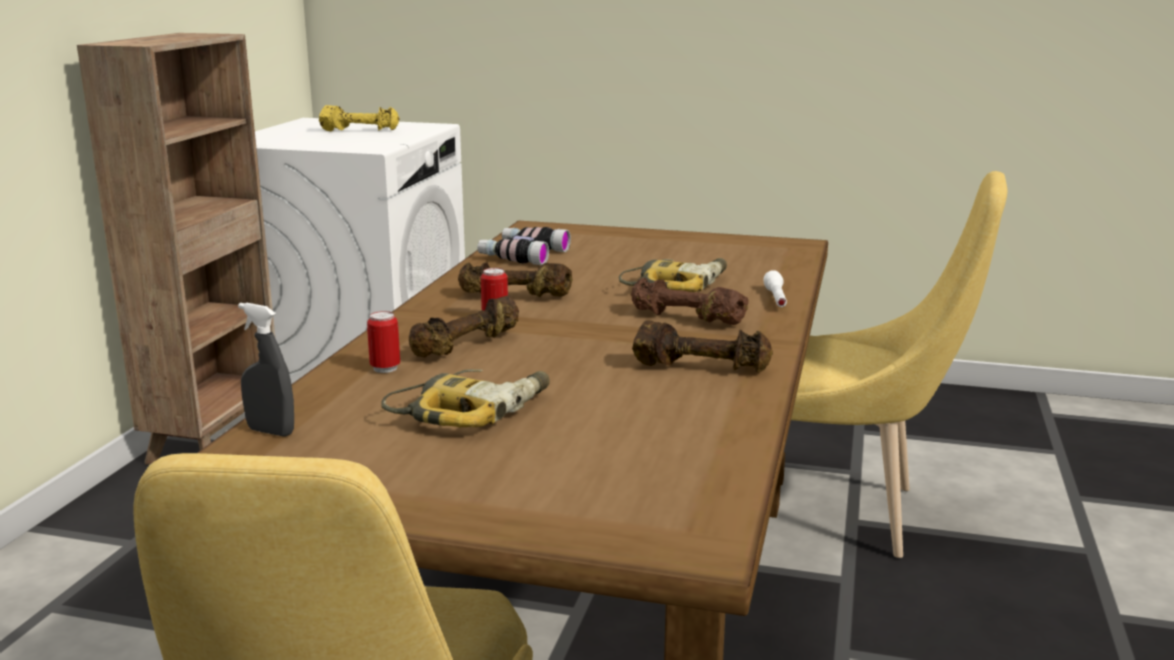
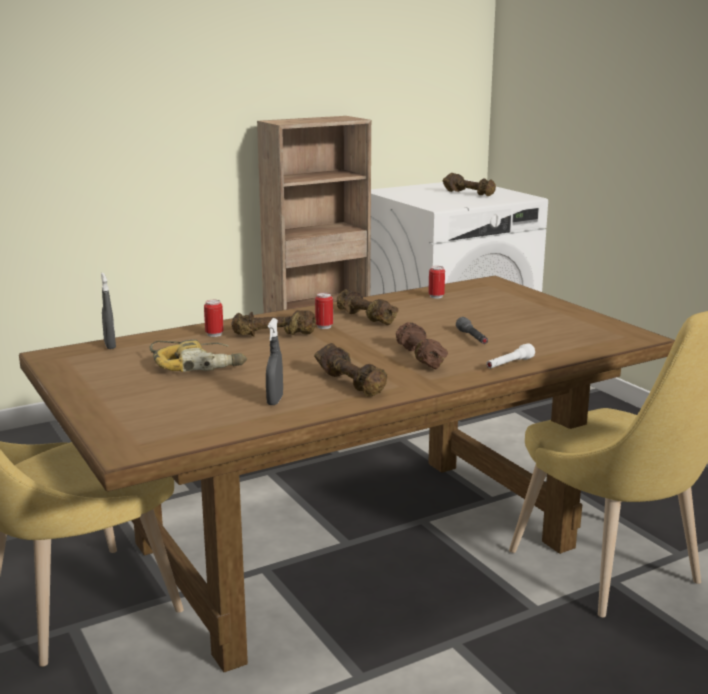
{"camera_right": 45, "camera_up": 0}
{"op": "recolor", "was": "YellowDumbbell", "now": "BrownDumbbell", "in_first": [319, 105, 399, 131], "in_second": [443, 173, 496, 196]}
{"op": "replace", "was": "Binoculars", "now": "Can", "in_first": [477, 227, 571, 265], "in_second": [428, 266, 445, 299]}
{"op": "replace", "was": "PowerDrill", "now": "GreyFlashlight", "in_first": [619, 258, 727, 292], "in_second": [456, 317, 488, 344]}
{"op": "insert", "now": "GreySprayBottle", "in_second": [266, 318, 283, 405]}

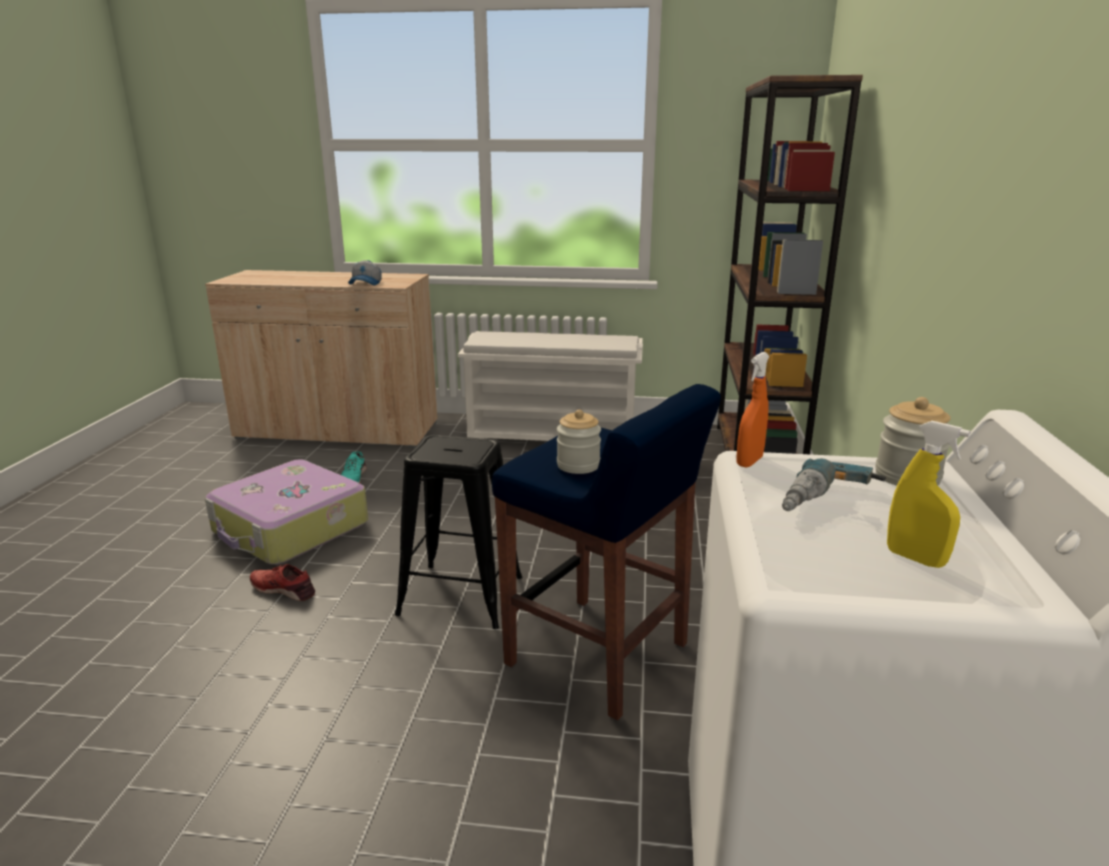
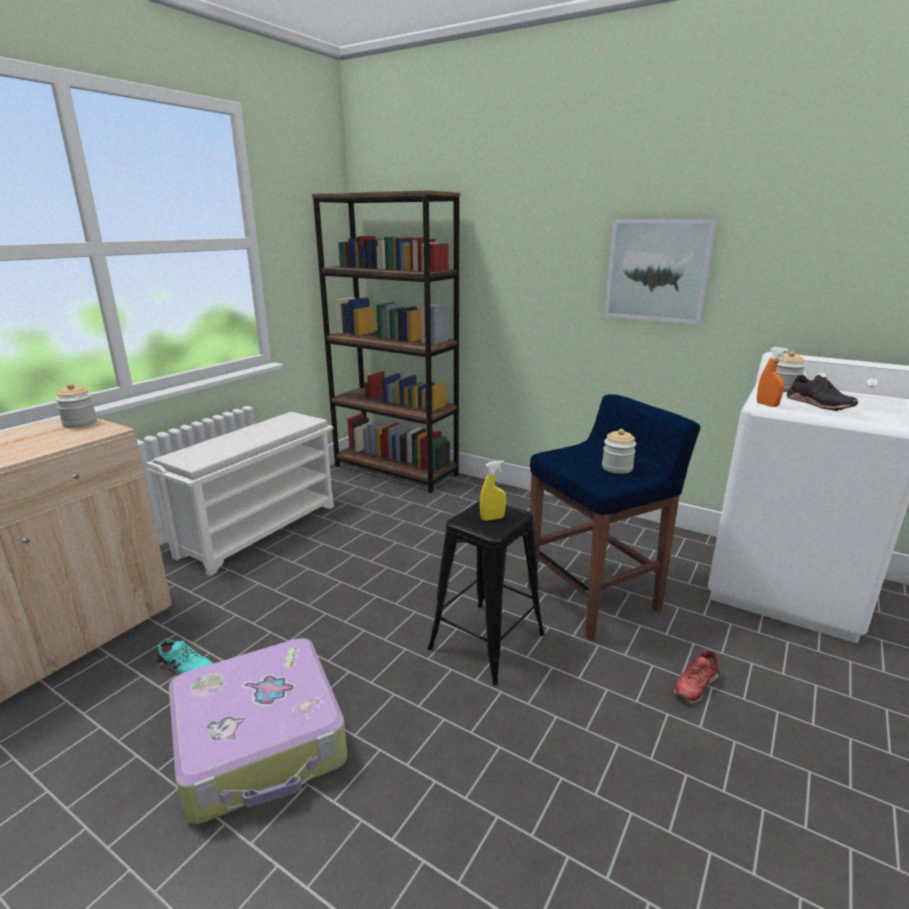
{"camera_right": -65, "camera_up": 0}
{"op": "move", "was": "RedShoe", "in_first": [250, 564, 315, 601], "in_second": [674, 650, 719, 703]}
{"op": "delete", "was": "Cap", "in_first": [348, 260, 382, 286]}
{"op": "replace", "was": "PowerDrill", "now": "BlackShoe", "in_first": [782, 458, 886, 511], "in_second": [787, 375, 858, 411]}
{"op": "move", "was": "YellowSprayBottle", "in_first": [887, 421, 971, 568], "in_second": [480, 460, 506, 521]}
{"op": "insert", "now": "Jar", "in_second": [55, 383, 97, 428]}
{"op": "insert", "now": "Picture", "in_second": [604, 219, 717, 325]}

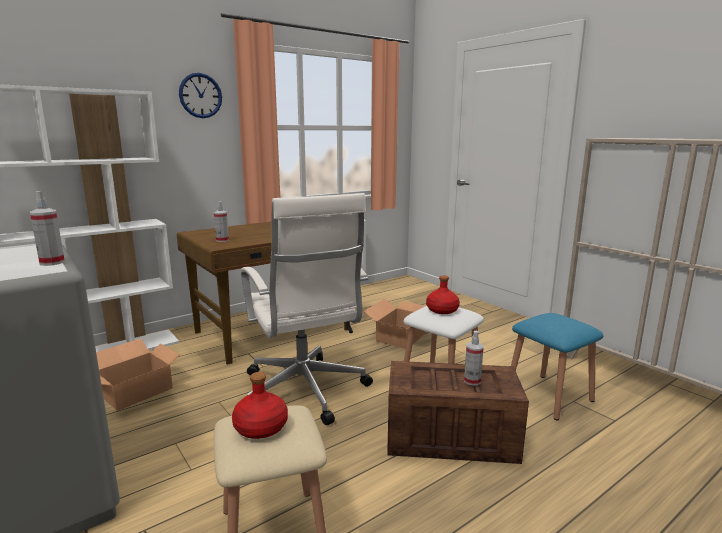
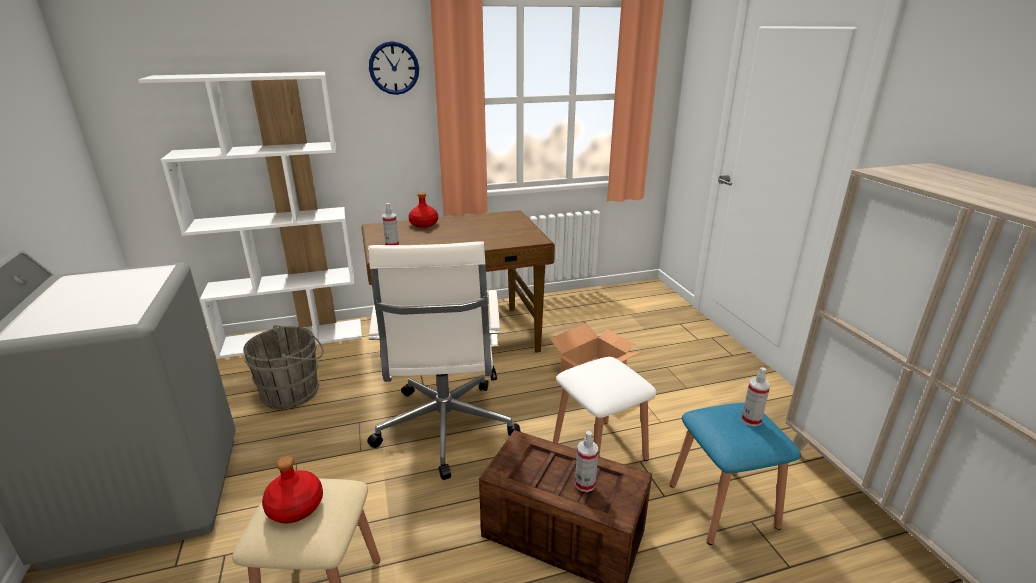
{"camera_right": 20, "camera_up": 10}
{"op": "move", "was": "SprayBottle", "in_first": [30, 191, 65, 266], "in_second": [741, 367, 770, 426]}
{"op": "replace", "was": "CardboardBox", "now": "GreyBucket", "in_first": [96, 338, 179, 411], "in_second": [243, 325, 324, 409]}
{"op": "move", "was": "RedBottle", "in_first": [426, 275, 460, 314], "in_second": [408, 193, 438, 228]}

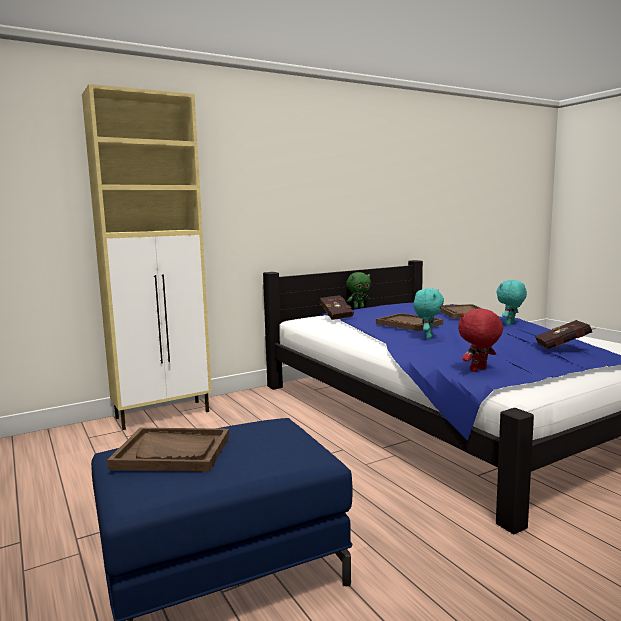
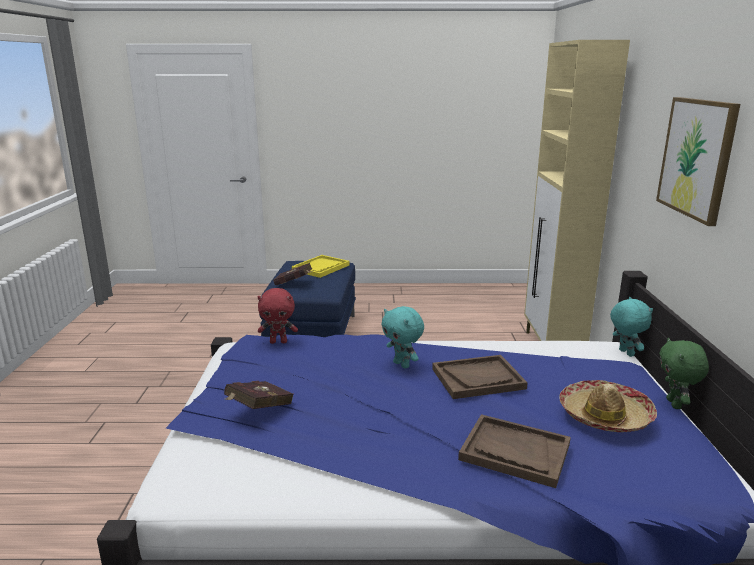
{"camera_right": 120, "camera_up": 10}
{"op": "recolor", "was": "BrownTray", "now": "YellowTray", "in_first": [107, 428, 229, 472], "in_second": [292, 255, 350, 278]}
{"op": "move", "was": "RedBook", "in_first": [320, 295, 354, 320], "in_second": [273, 263, 312, 285]}
{"op": "rotate", "was": "RedPlushToy", "in_first": [458, 308, 503, 372], "in_second": [258, 288, 298, 344], "clockwise": 90}
{"op": "move", "was": "TurquoisePlushToy", "in_first": [497, 280, 527, 325], "in_second": [610, 297, 653, 357]}
{"op": "insert", "now": "Hat", "in_second": [560, 380, 657, 432]}
{"op": "insert", "now": "Picture", "in_second": [656, 97, 740, 226]}

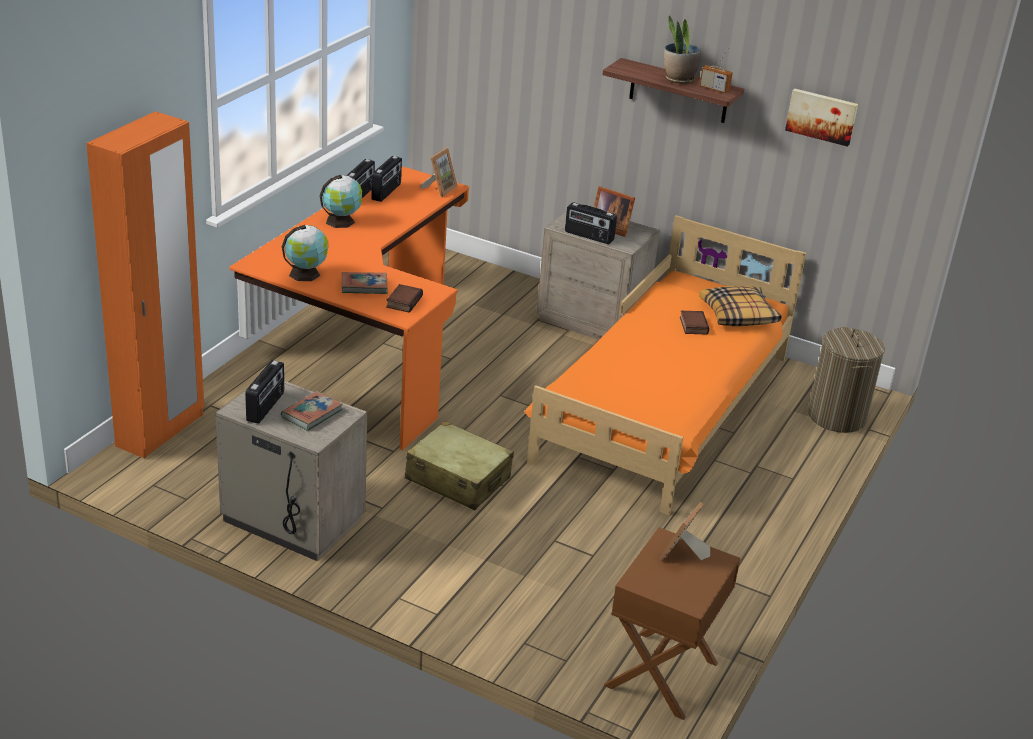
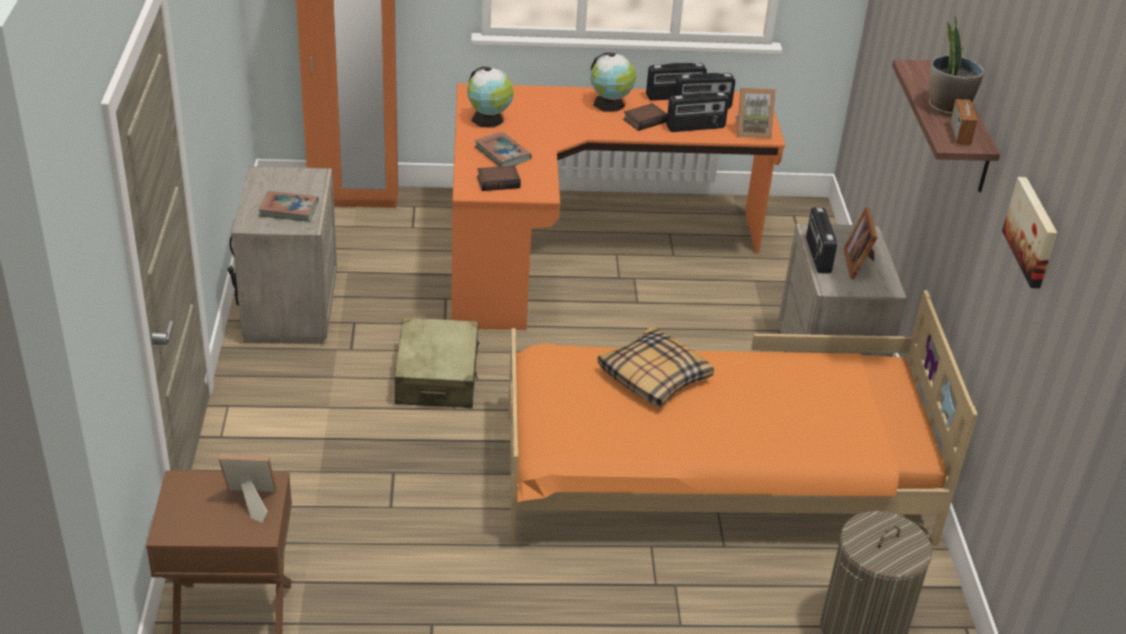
{"camera_right": 60, "camera_up": 5}
{"op": "move", "was": "Radio", "in_first": [245, 360, 284, 424], "in_second": [666, 92, 729, 132]}
{"op": "move", "was": "Book", "in_first": [680, 311, 709, 334], "in_second": [623, 103, 667, 131]}
{"op": "move", "was": "Pillow", "in_first": [699, 286, 782, 326], "in_second": [597, 327, 714, 407]}

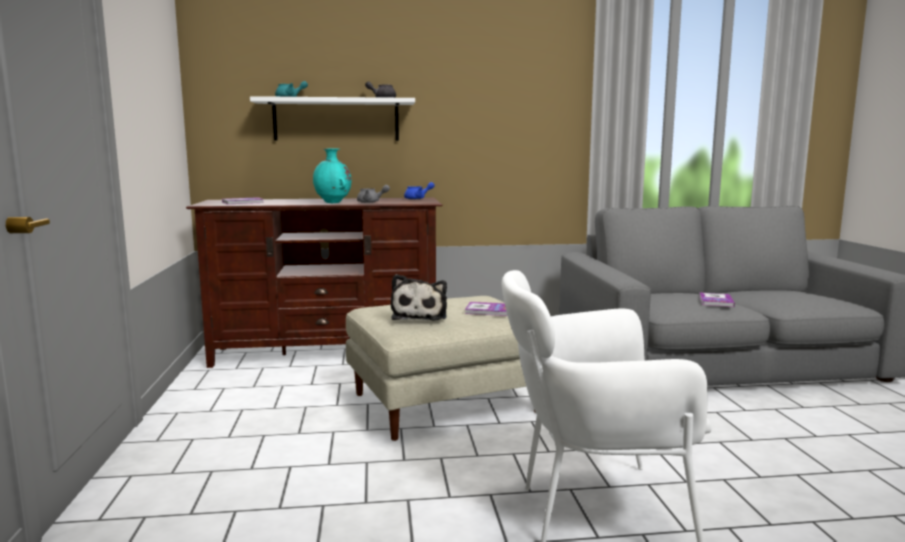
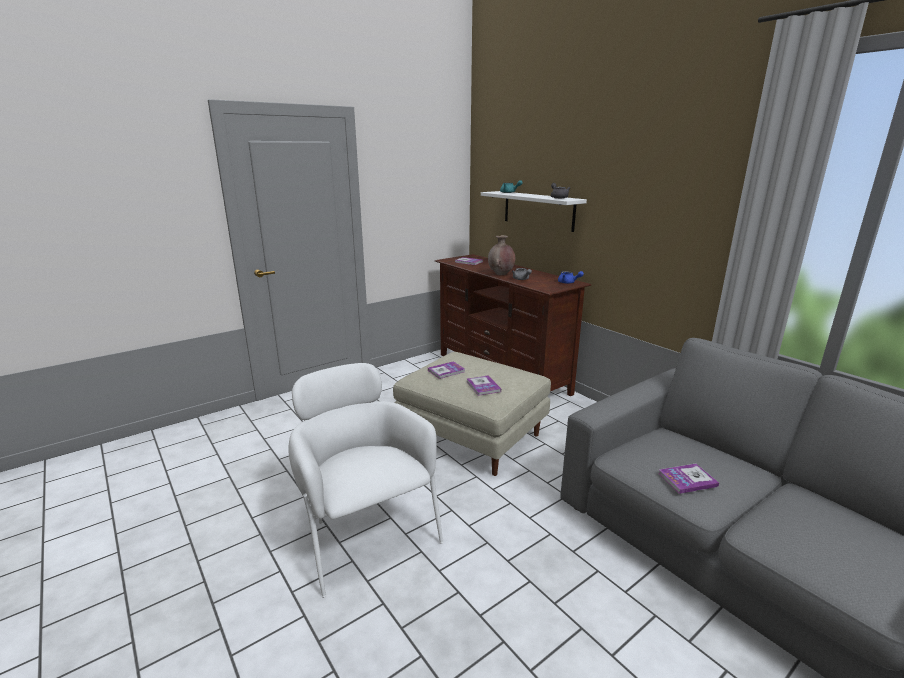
{"camera_right": 60, "camera_up": 10}
{"op": "recolor", "was": "TurquoiseVase", "now": "BrownVase", "in_first": [313, 148, 352, 203], "in_second": [488, 235, 515, 275]}
{"op": "replace", "was": "PlushToy", "now": "Book", "in_first": [391, 274, 447, 321], "in_second": [428, 361, 465, 379]}

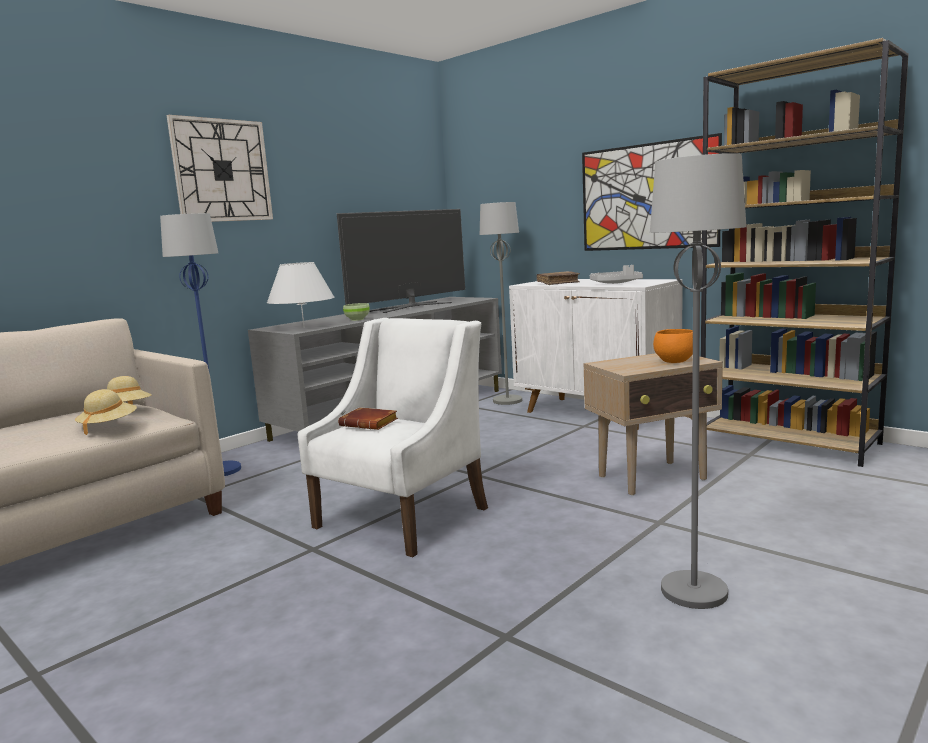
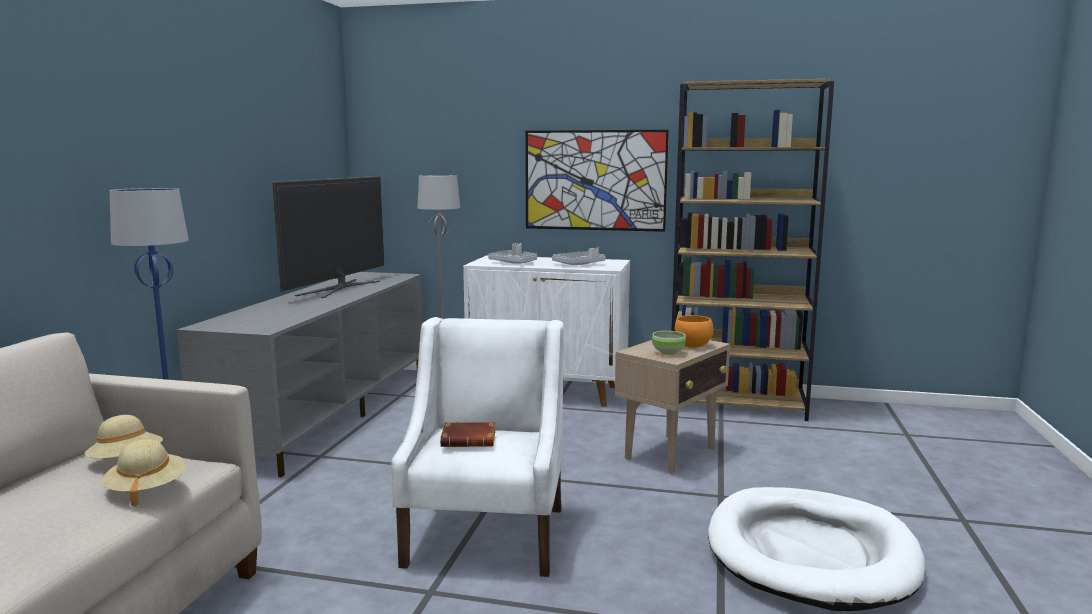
{"camera_right": -30, "camera_up": 0}
{"op": "delete", "was": "WallClock", "in_first": [166, 115, 273, 222]}
{"op": "delete", "was": "WhiteTableLamp", "in_first": [267, 262, 335, 328]}
{"op": "move", "was": "GreenBowl", "in_first": [343, 303, 370, 321], "in_second": [652, 331, 686, 356]}
{"op": "replace", "was": "BrownBook", "now": "GreyTray", "in_first": [536, 271, 580, 285], "in_second": [488, 243, 537, 264]}
{"op": "replace", "was": "GreyFloorLamp", "now": "WhiteDogBed", "in_first": [650, 153, 746, 609], "in_second": [708, 487, 925, 611]}

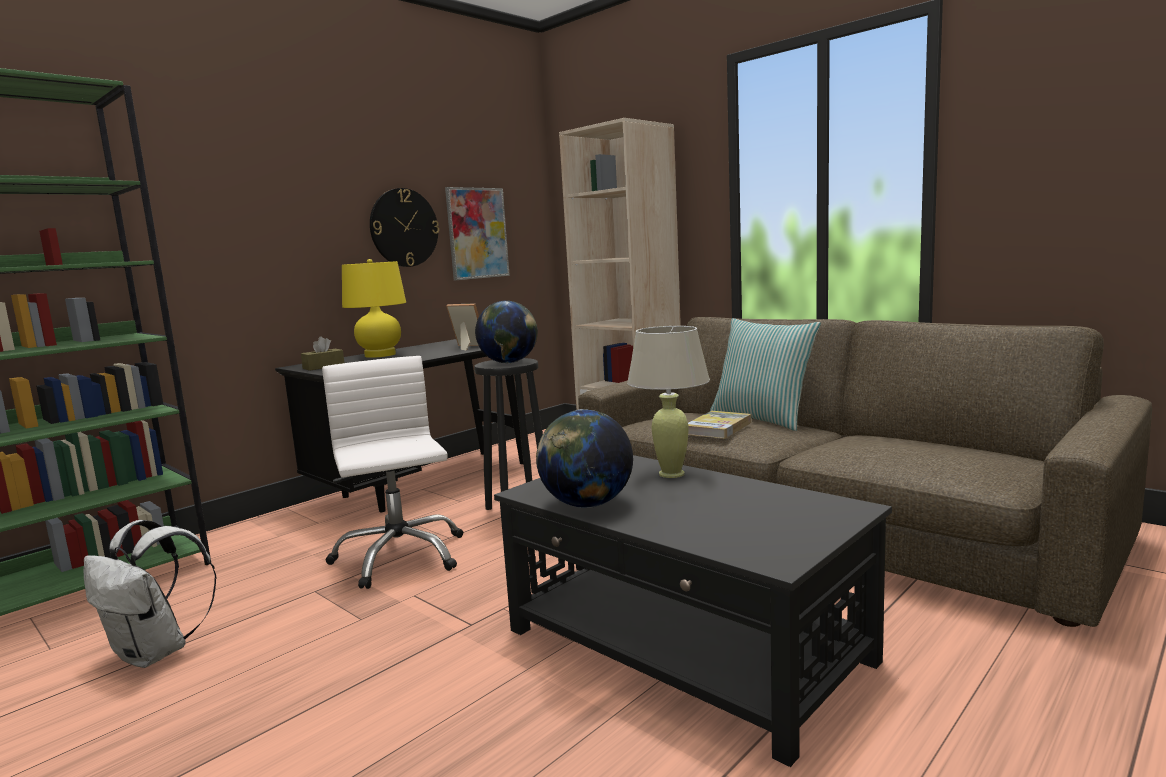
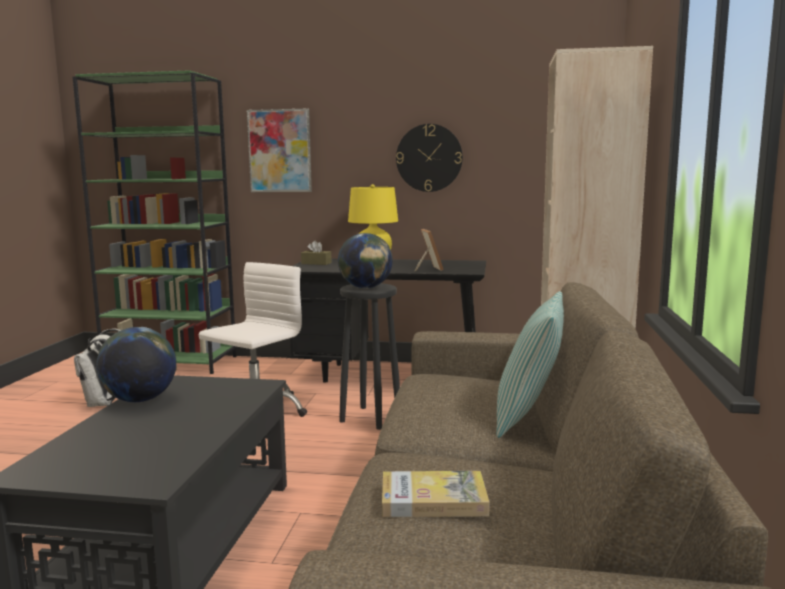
{"camera_right": 55, "camera_up": 0}
{"op": "move", "was": "Picture", "in_first": [445, 187, 510, 280], "in_second": [247, 109, 312, 192]}
{"op": "delete", "was": "BeigeTableLamp", "in_first": [627, 326, 710, 478]}
{"op": "move", "was": "Book", "in_first": [688, 411, 751, 439], "in_second": [382, 471, 490, 517]}

